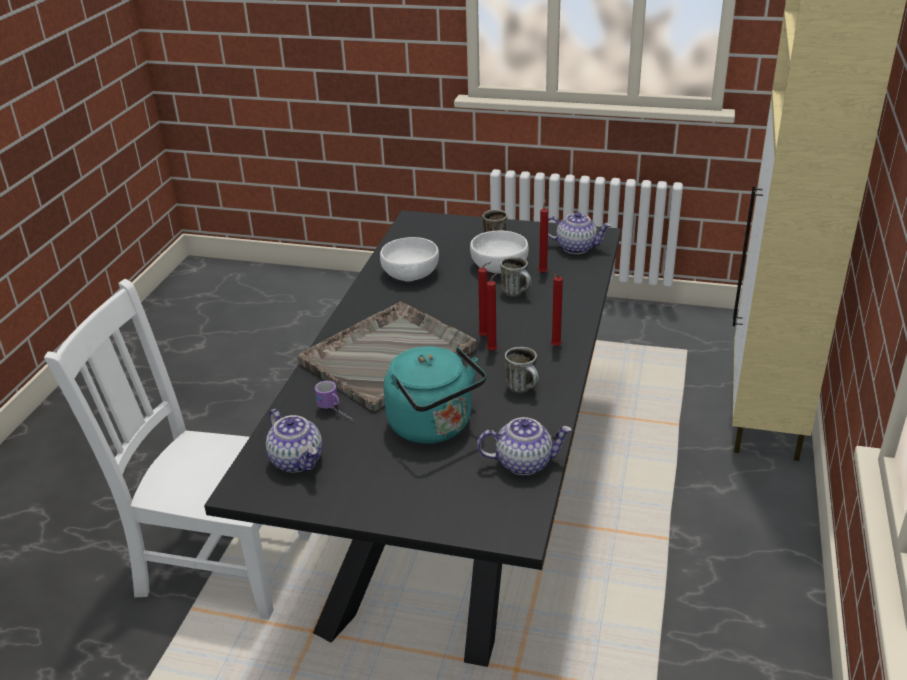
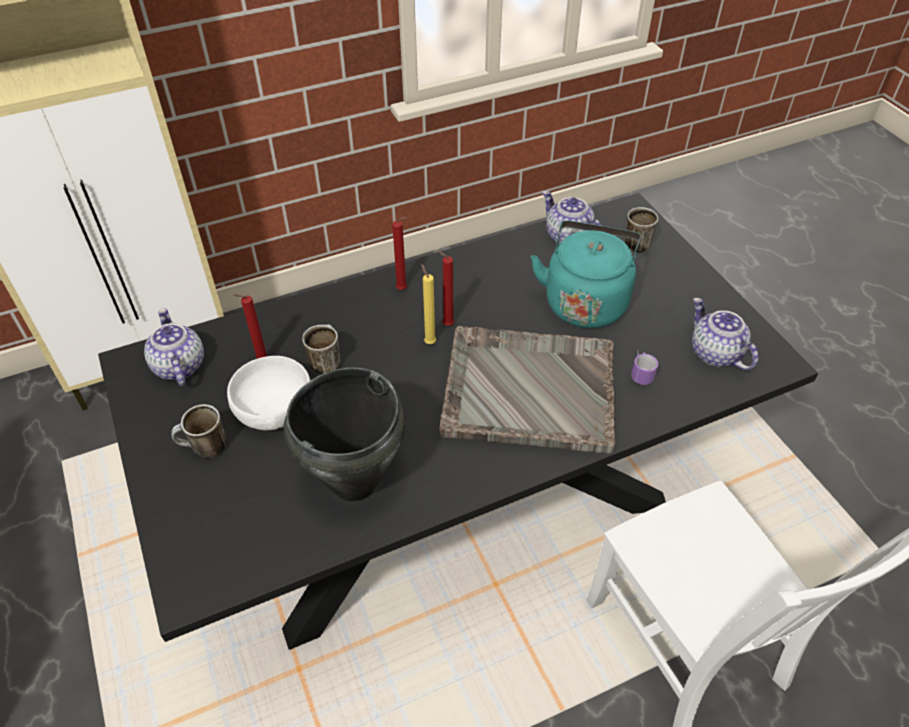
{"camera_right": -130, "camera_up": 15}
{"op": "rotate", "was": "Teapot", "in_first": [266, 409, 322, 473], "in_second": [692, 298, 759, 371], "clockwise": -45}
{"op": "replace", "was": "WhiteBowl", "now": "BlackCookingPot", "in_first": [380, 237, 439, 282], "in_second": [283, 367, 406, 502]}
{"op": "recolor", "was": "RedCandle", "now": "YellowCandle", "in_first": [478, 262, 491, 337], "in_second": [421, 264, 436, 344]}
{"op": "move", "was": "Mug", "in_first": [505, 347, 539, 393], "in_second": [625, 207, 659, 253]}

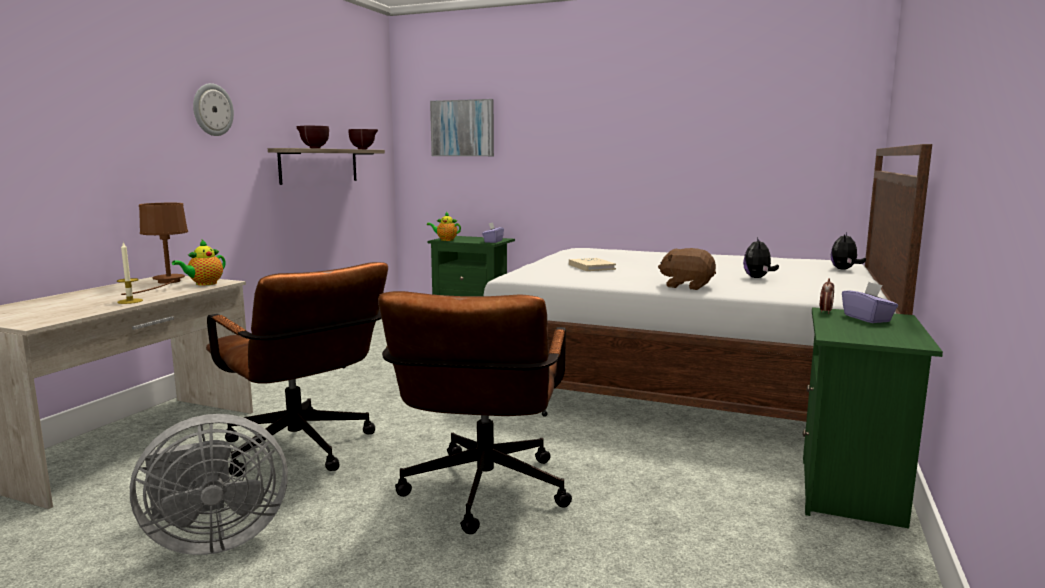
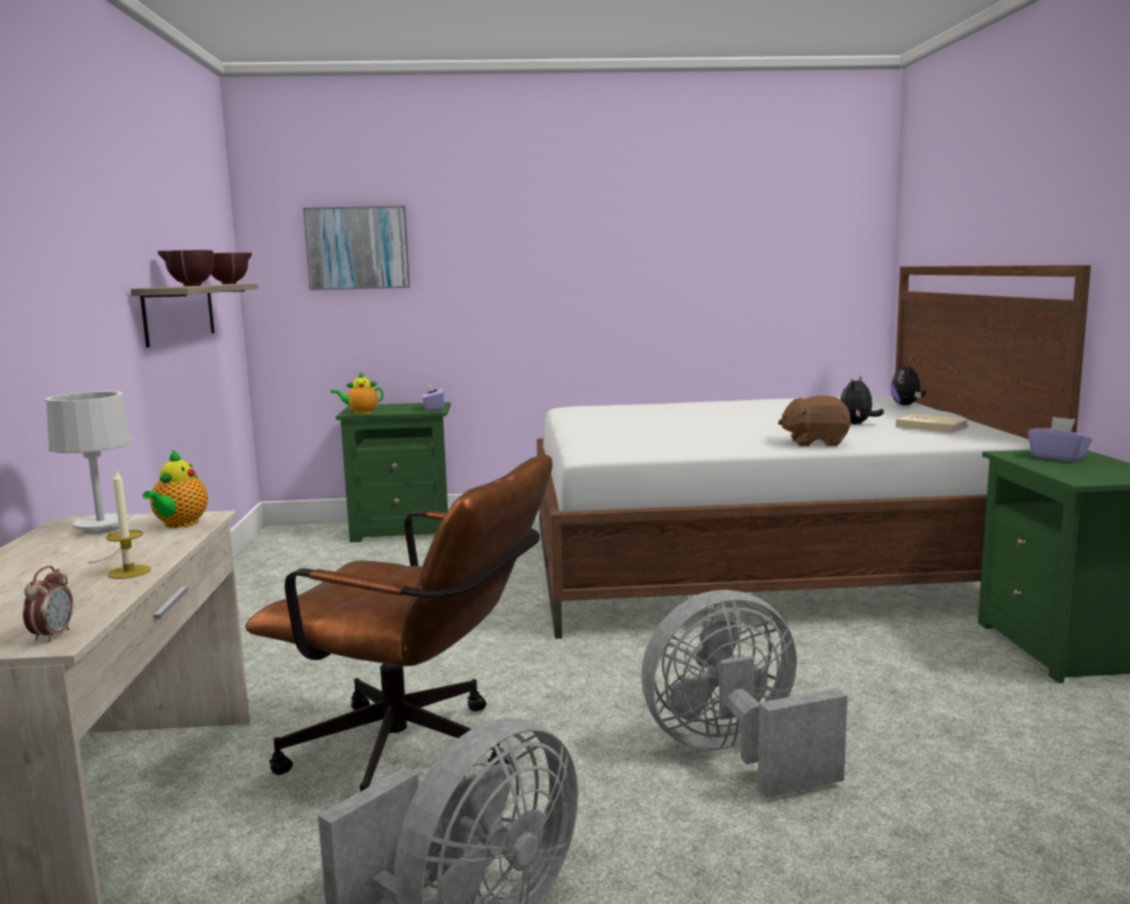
{"camera_right": -25, "camera_up": 0}
{"op": "recolor", "was": "BrownTableLamp", "now": "WhiteTableLamp", "in_first": [121, 203, 188, 295], "in_second": [45, 391, 133, 564]}
{"op": "delete", "was": "WallClock", "in_first": [193, 83, 234, 136]}
{"op": "replace", "was": "BrownOfficeChair", "now": "GreyFan", "in_first": [378, 291, 572, 534], "in_second": [641, 590, 848, 798]}
{"op": "move", "was": "BeigeBook", "in_first": [569, 258, 616, 271], "in_second": [896, 414, 969, 433]}
{"op": "rotate", "was": "PlushToy", "in_first": [743, 238, 779, 278], "in_second": [840, 376, 884, 424], "clockwise": 45}
{"op": "move", "was": "AlarmClock", "in_first": [820, 278, 834, 314], "in_second": [23, 566, 73, 642]}

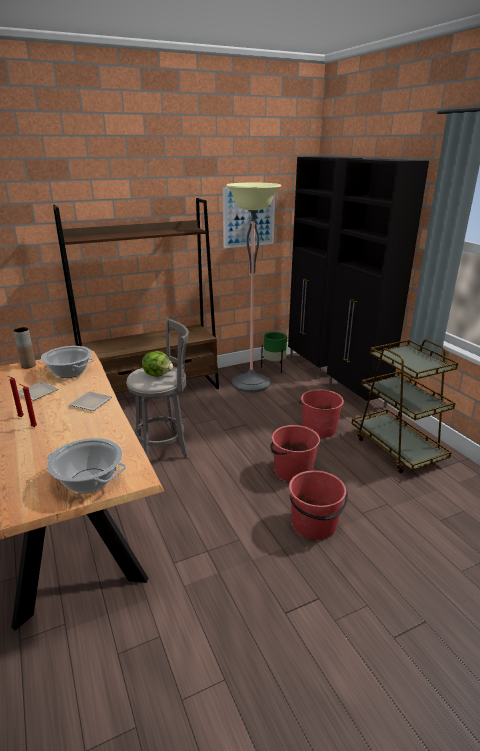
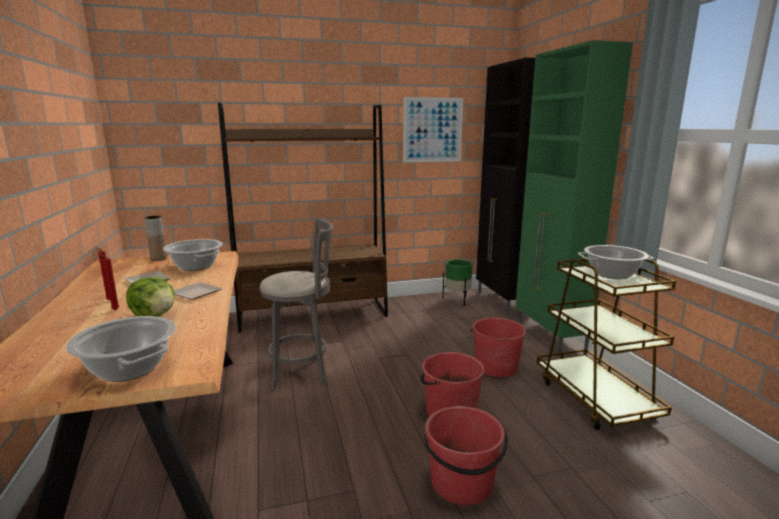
{"camera_right": 10, "camera_up": -10}
{"op": "move", "was": "Lettuce", "in_first": [142, 351, 173, 377], "in_second": [126, 277, 175, 316]}
{"op": "delete", "was": "FloorLamp", "in_first": [226, 183, 281, 393]}
{"op": "recolor", "was": "BlackCabinet", "now": "GreenCabinet", "in_first": [327, 158, 429, 413], "in_second": [515, 40, 633, 353]}
{"op": "insert", "now": "CookingPot", "in_second": [578, 245, 654, 279]}

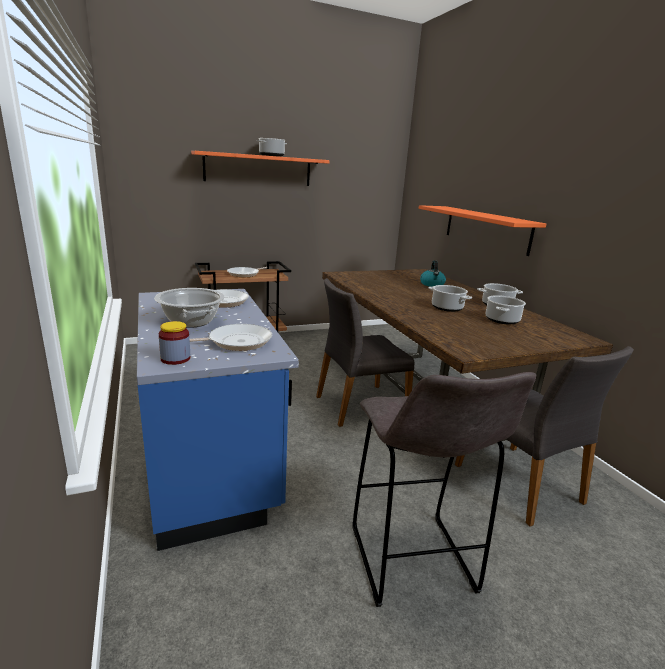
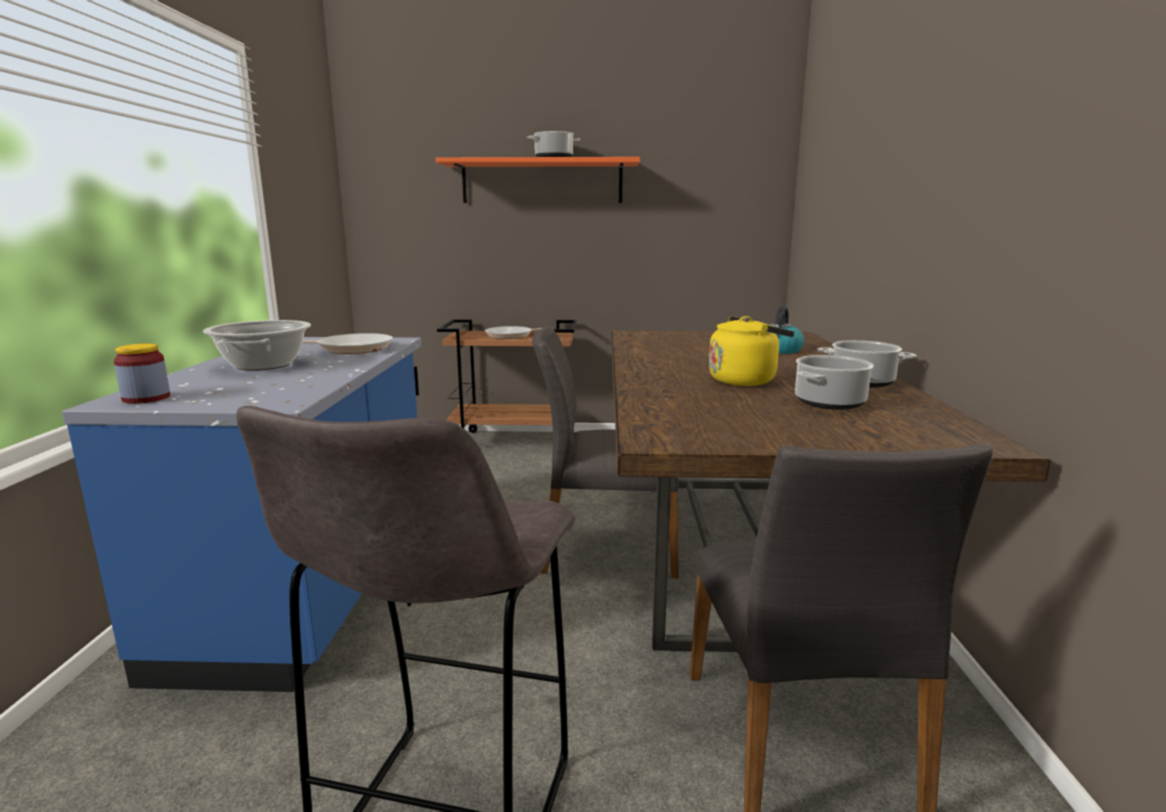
{"camera_right": 25, "camera_up": -5}
{"op": "delete", "was": "FryingPan", "in_first": [190, 324, 272, 351]}
{"op": "delete", "was": "OrangeShelf", "in_first": [419, 205, 546, 256]}
{"op": "replace", "was": "CookingPot", "now": "YellowKettle", "in_first": [429, 285, 472, 312], "in_second": [709, 316, 795, 386]}

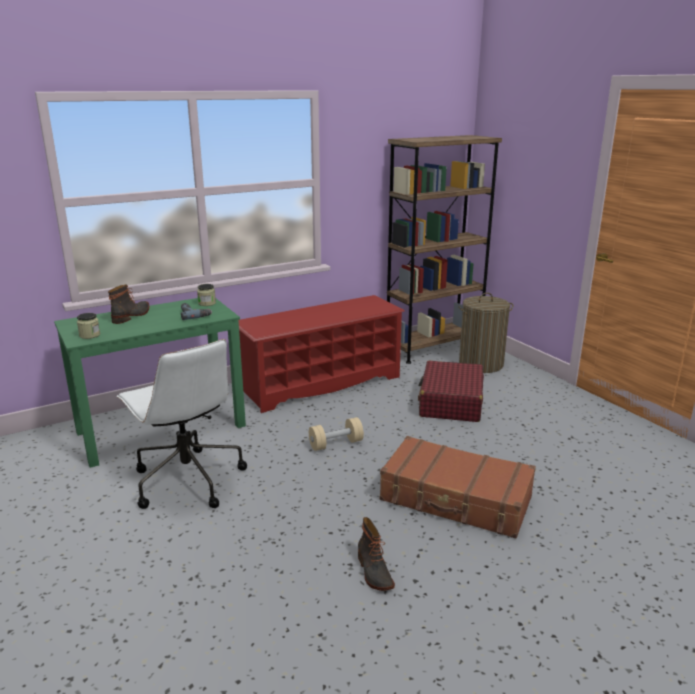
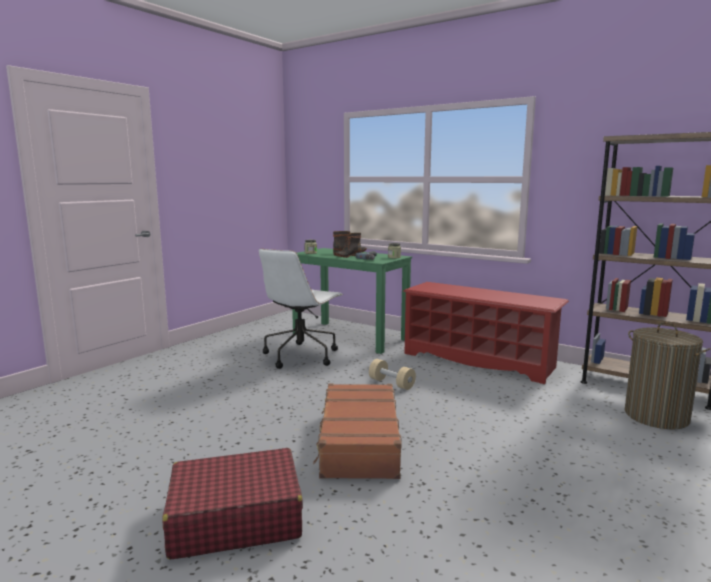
{"camera_right": 65, "camera_up": -10}
{"op": "move", "was": "Boot", "in_first": [358, 517, 395, 591], "in_second": [334, 233, 361, 258]}
{"op": "move", "was": "RedSuitcase", "in_first": [418, 361, 484, 422], "in_second": [162, 448, 303, 560]}

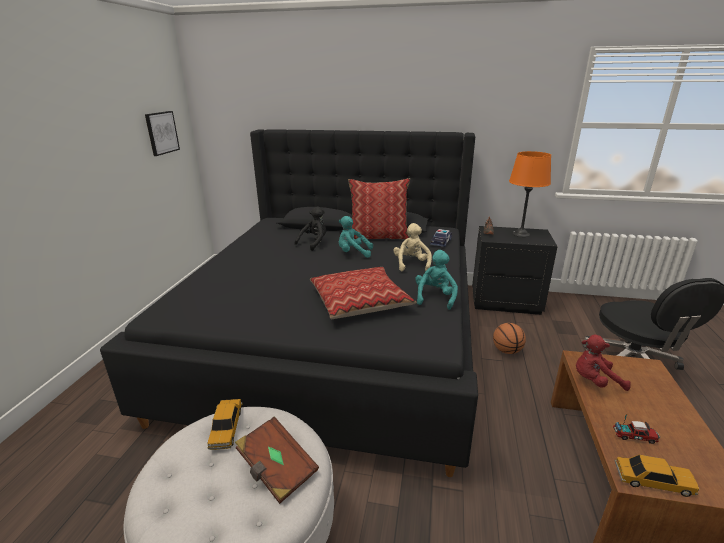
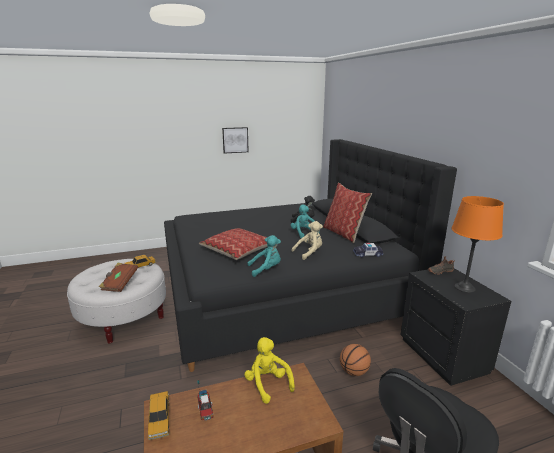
{"camera_right": 60, "camera_up": -5}
{"op": "move", "was": "Picture", "in_first": [145, 111, 180, 156], "in_second": [222, 127, 249, 154]}
{"op": "recolor", "was": "RedPlushToy", "now": "YellowPlushToy", "in_first": [576, 335, 631, 391], "in_second": [244, 337, 295, 404]}

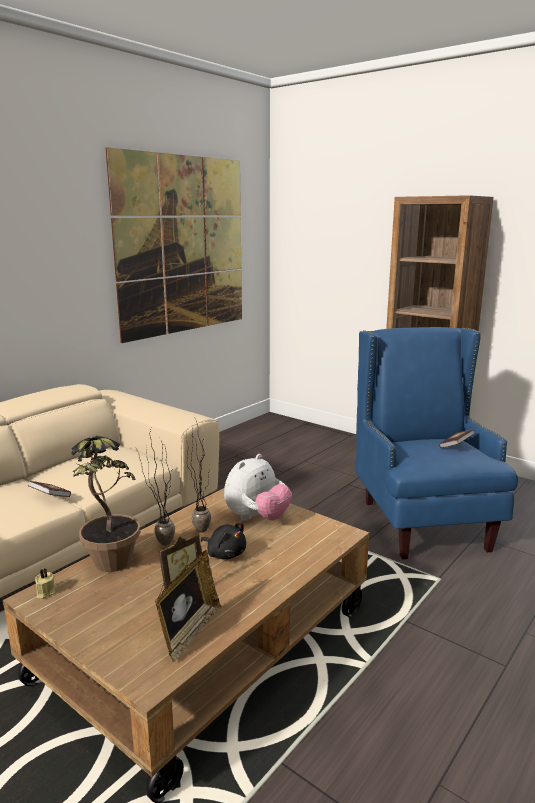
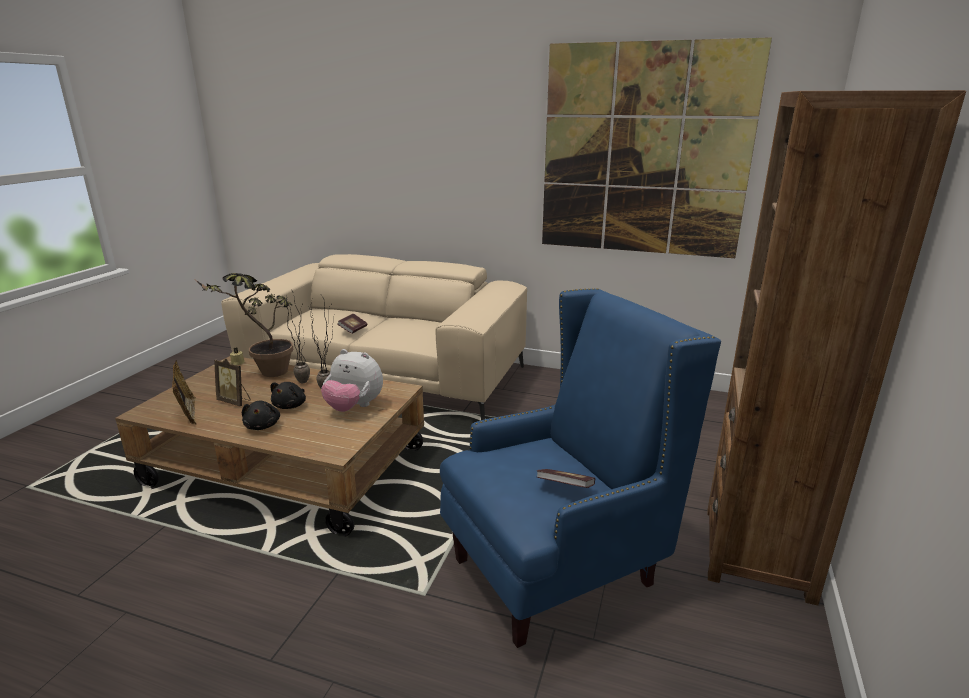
{"camera_right": 70, "camera_up": 5}
{"op": "rotate", "was": "PictureFrame", "in_first": [155, 550, 222, 662], "in_second": [172, 360, 196, 424], "clockwise": -120}
{"op": "insert", "now": "BlackPlushToy", "in_second": [242, 401, 280, 430]}

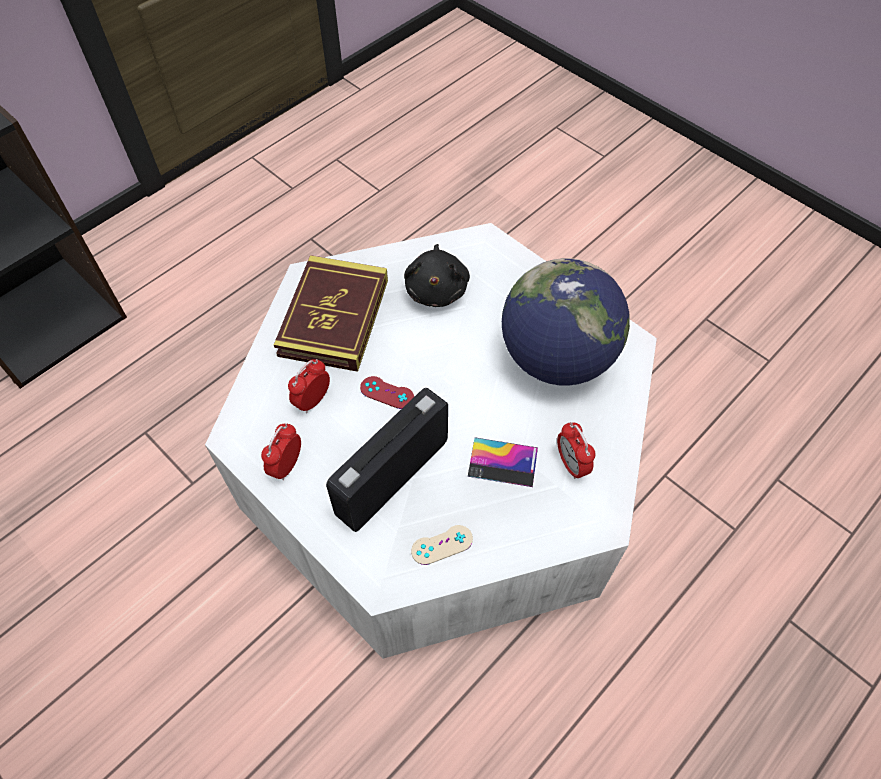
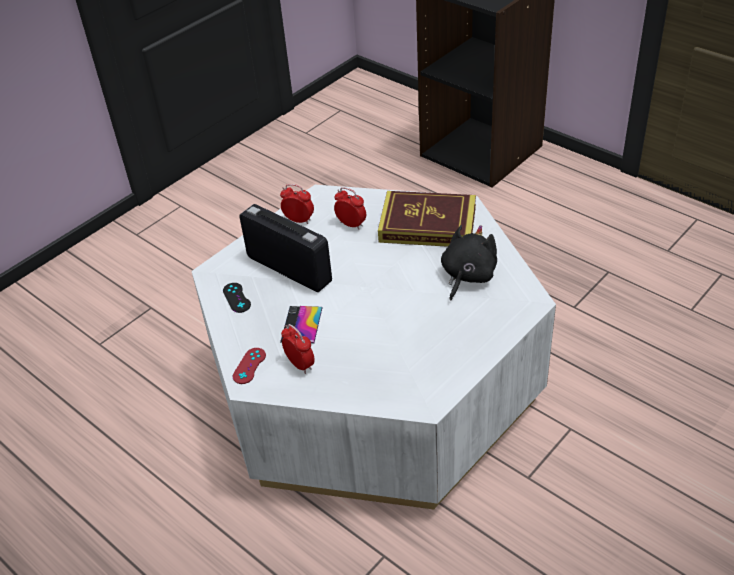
{"camera_right": 90, "camera_up": -15}
{"op": "move", "was": "RedGameController", "in_first": [360, 376, 414, 409], "in_second": [233, 348, 266, 384]}
{"op": "rotate", "was": "BlackPlushToy", "in_first": [404, 244, 470, 307], "in_second": [441, 225, 497, 301], "clockwise": 120}
{"op": "recolor", "was": "BeigeGameController", "now": "BlackGameController", "in_first": [411, 525, 473, 565], "in_second": [223, 283, 251, 313]}
{"op": "delete", "was": "Globe", "in_first": [502, 258, 630, 386]}
{"op": "rotate", "was": "AlarmClock", "in_first": [557, 422, 596, 479], "in_second": [281, 324, 315, 374], "clockwise": 75}

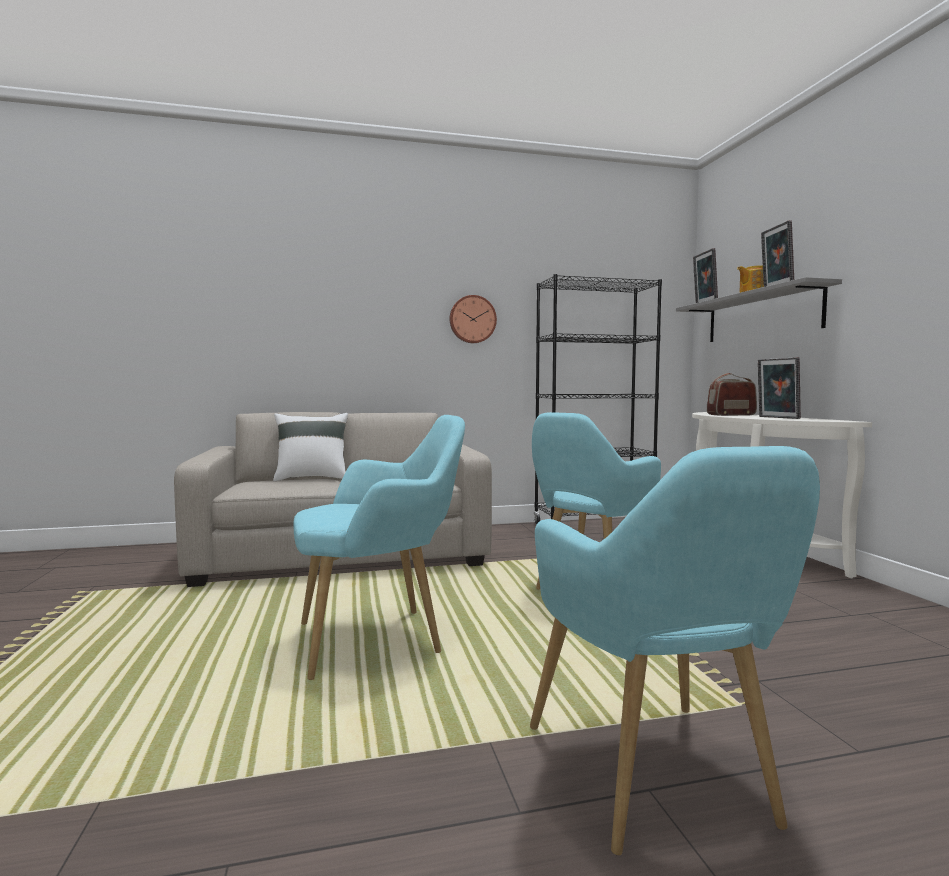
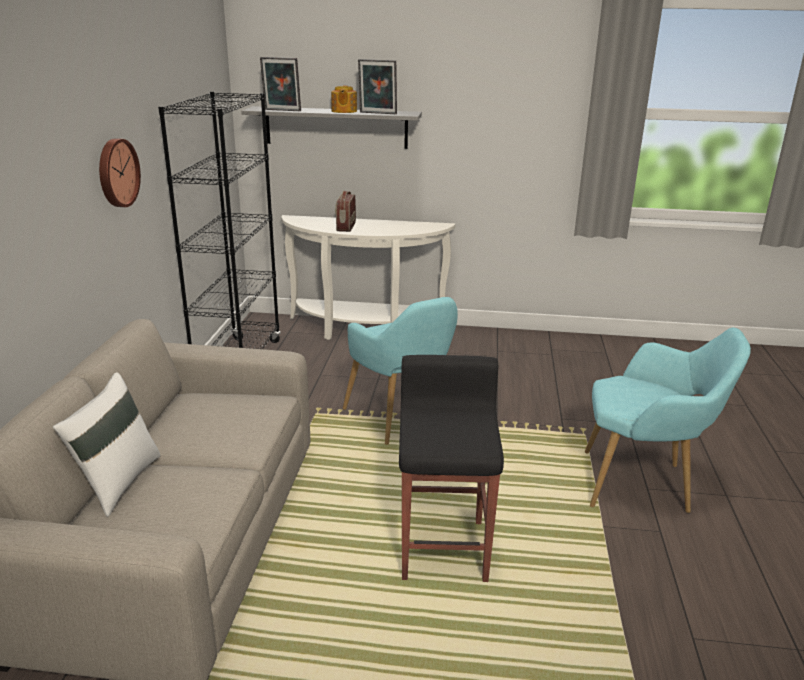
{"camera_right": -70, "camera_up": 20}
{"op": "replace", "was": "TurquoiseArmchair", "now": "BlackStool", "in_first": [294, 415, 465, 680], "in_second": [399, 355, 504, 582]}
{"op": "delete", "was": "PictureFrame", "in_first": [758, 357, 801, 419]}

